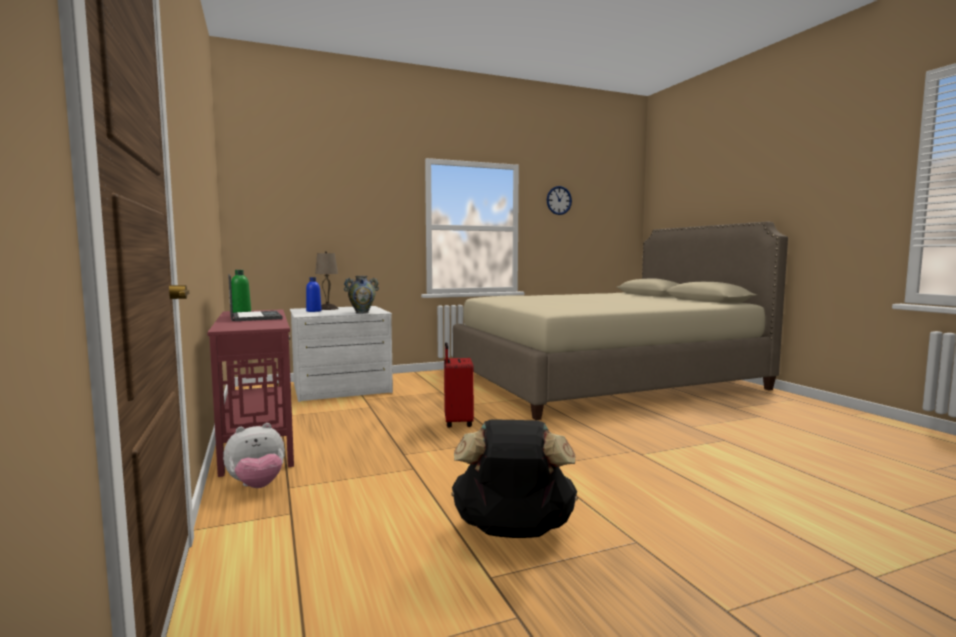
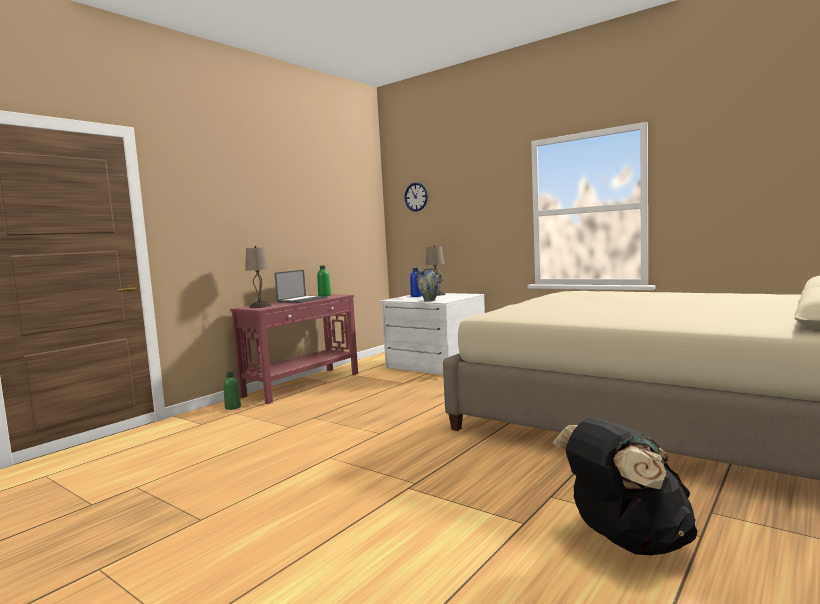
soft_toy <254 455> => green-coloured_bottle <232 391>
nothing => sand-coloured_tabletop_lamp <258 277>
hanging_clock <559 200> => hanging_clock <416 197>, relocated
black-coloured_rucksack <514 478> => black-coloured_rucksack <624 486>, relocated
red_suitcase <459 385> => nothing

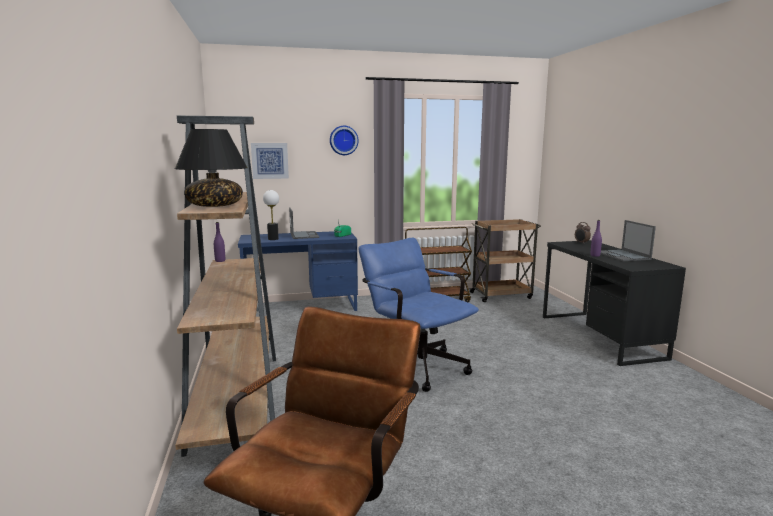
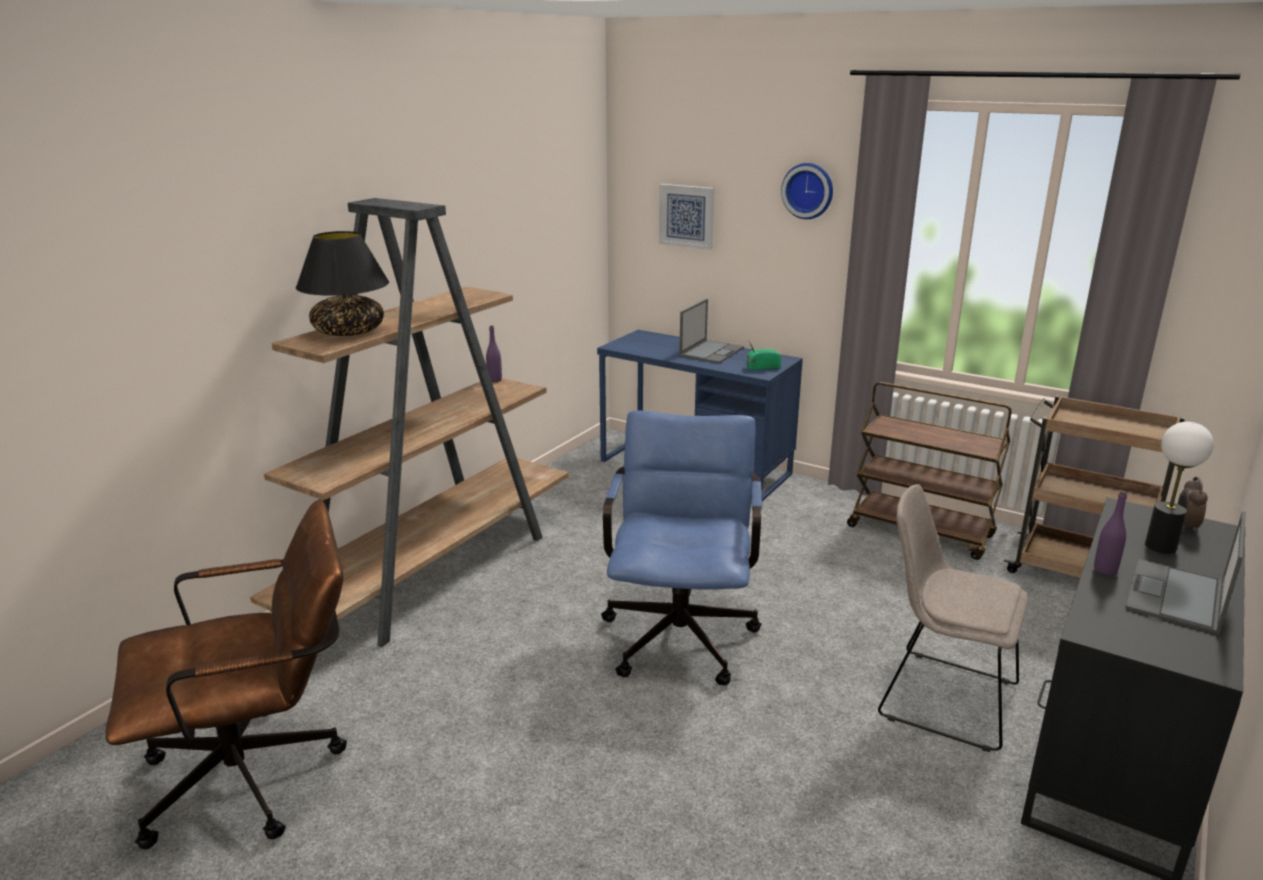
nothing => sand-coloured_chair <953 618>
tabletop_lamp <271 215> => tabletop_lamp <1179 488>, relocated

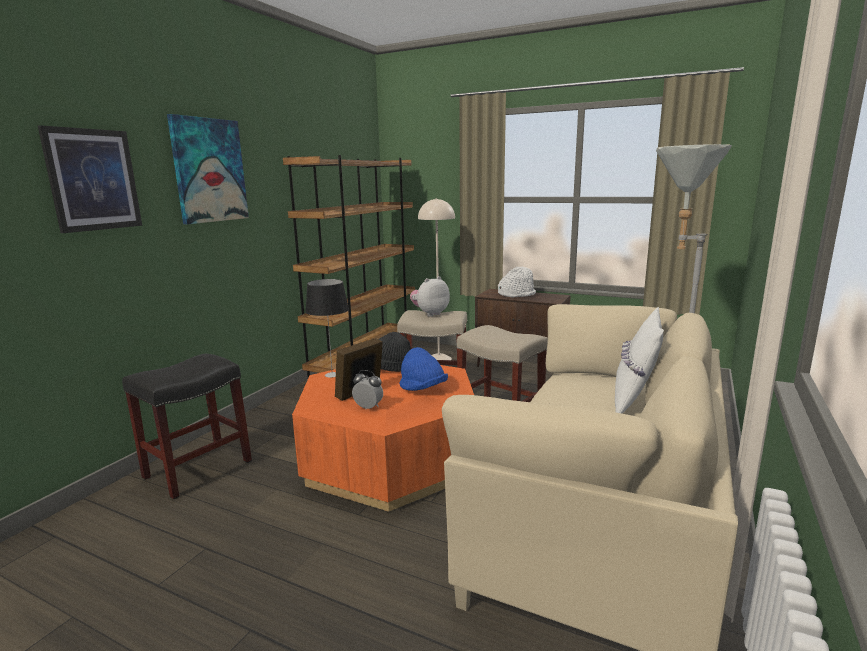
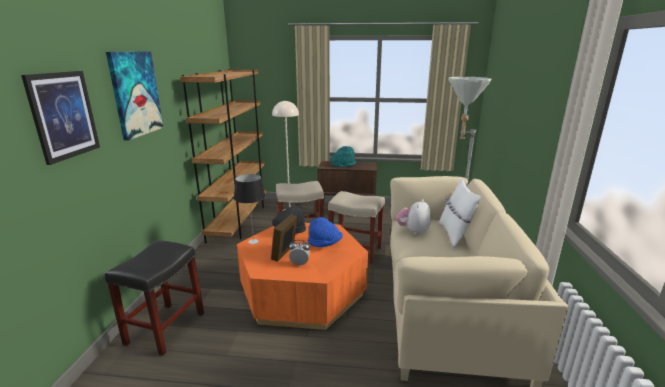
whitish_clothing_hat <517 282> => turquoise_clothing_hat <343 156>
soft_toy <430 296> => soft_toy <413 217>, relocated

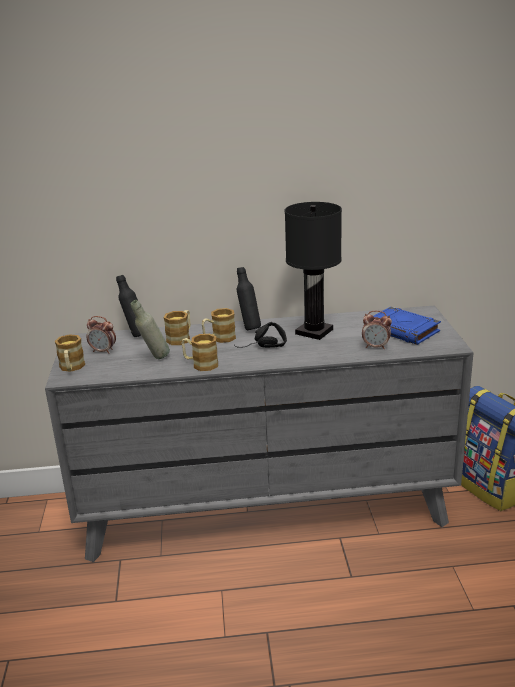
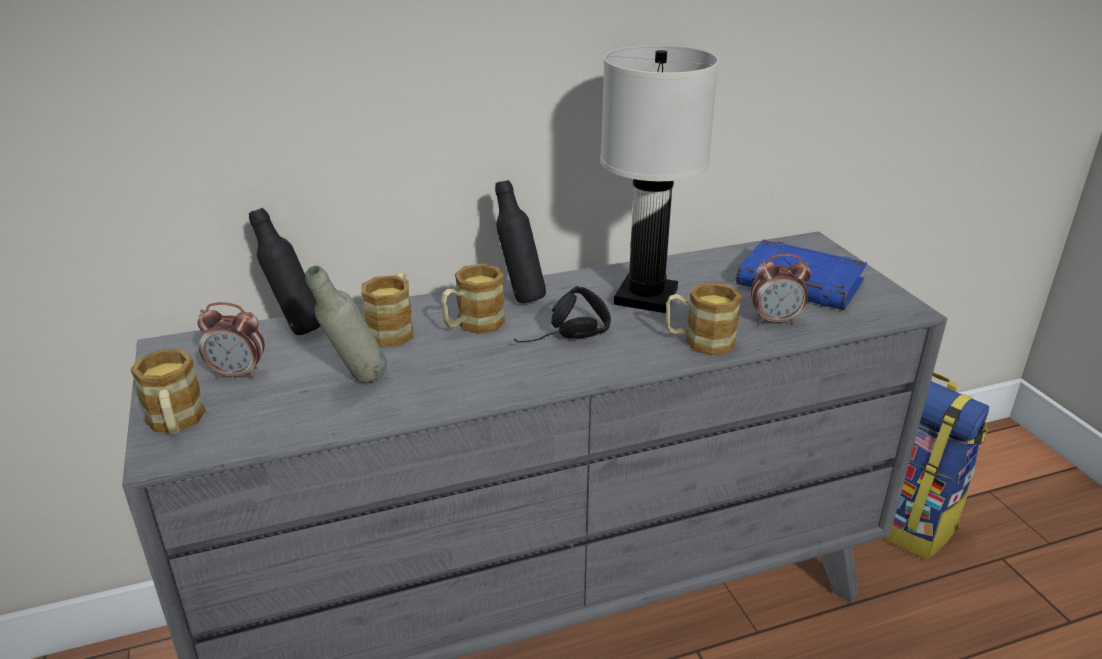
black-coloured_tabletop_lamp <313 271> => whitish_tabletop_lamp <659 179>
mug <199 352> => mug <704 319>, relocated

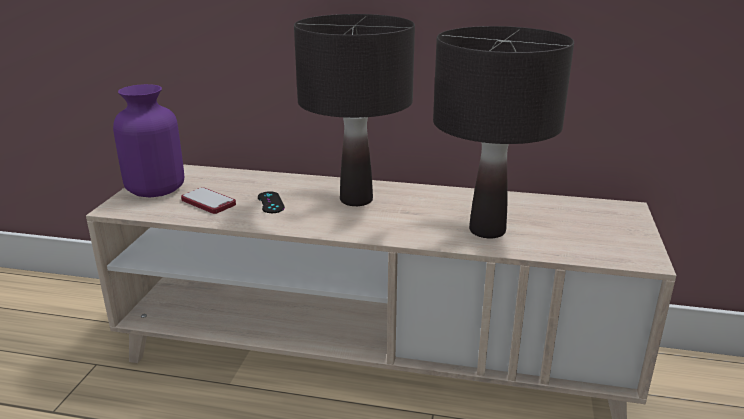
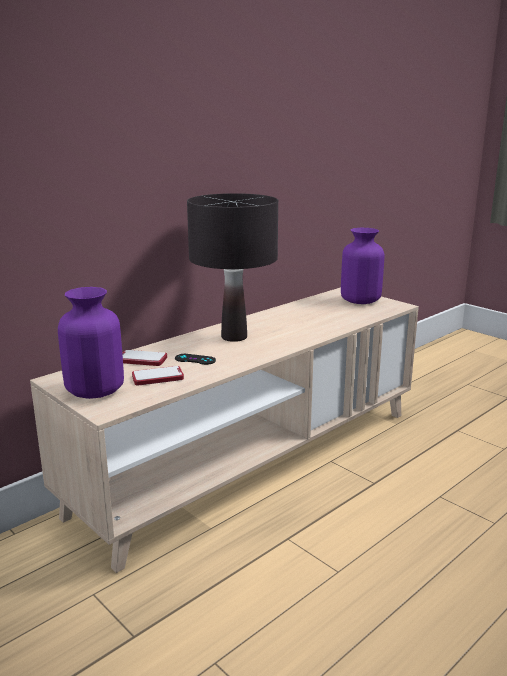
nothing => phone <144 358>
nothing => purplish_flower_vase <362 266>
black-coloured_tabletop_lamp <503 132> => nothing

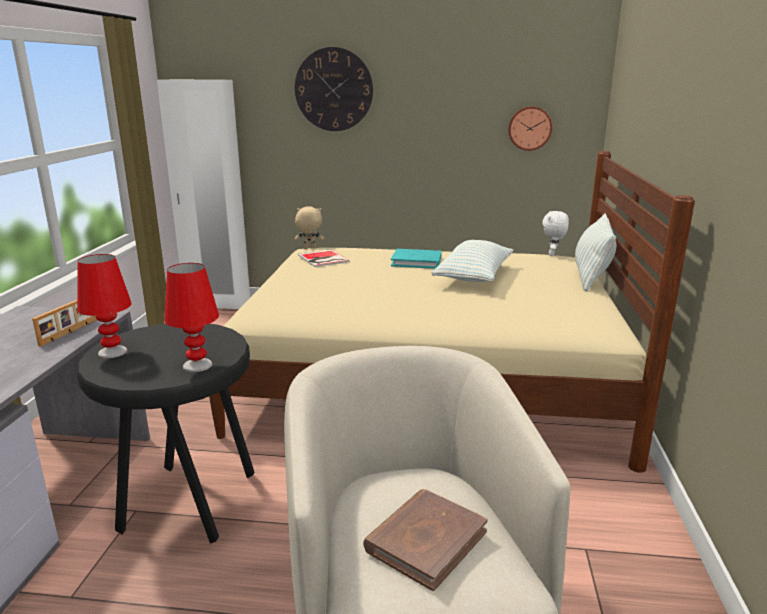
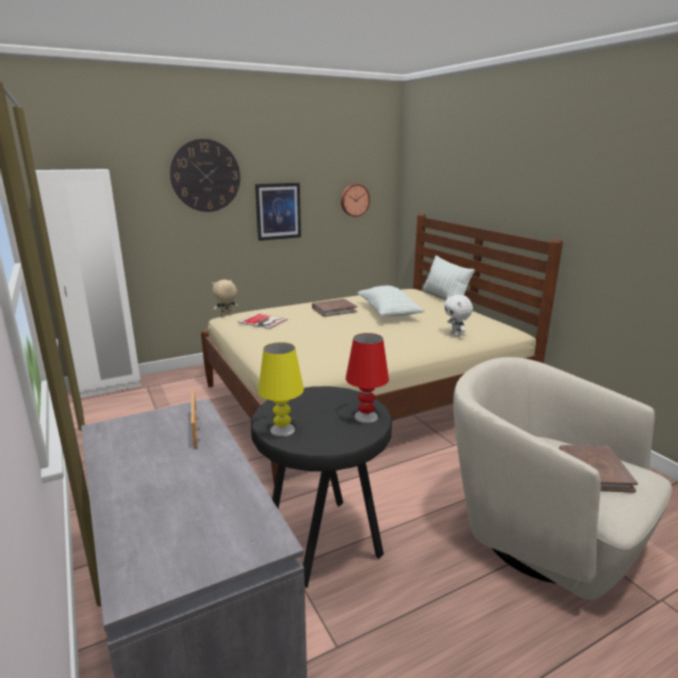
nothing => wall_picture <278 212>
red_tabletop_lamp <104 306> => yellowish_tabletop_lamp <281 389>
turquoise_book <416 259> => brownish_book <334 308>
whitish_soft_toy <555 233> => whitish_soft_toy <458 316>, relocated

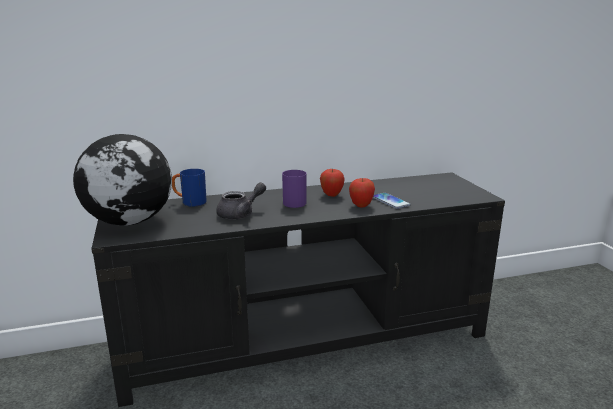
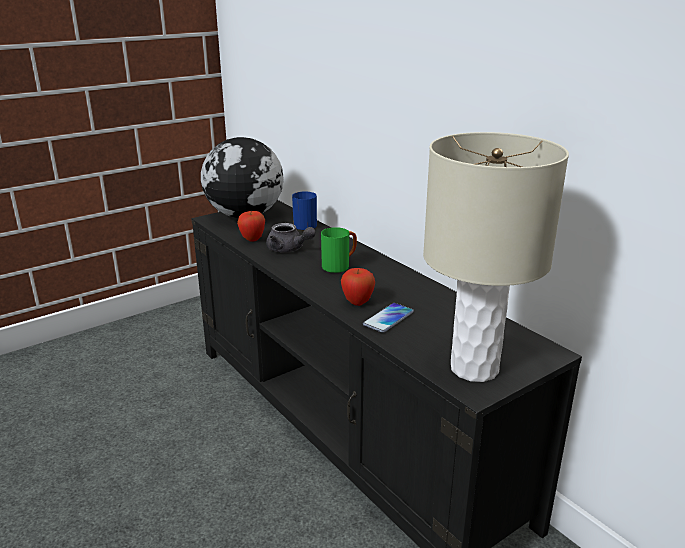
apple_fruit <332 182> => apple_fruit <251 226>, relocated
purplish_mug <294 189> => green-coloured_mug <339 250>
nothing => sand-coloured_tabletop_lamp <496 257>

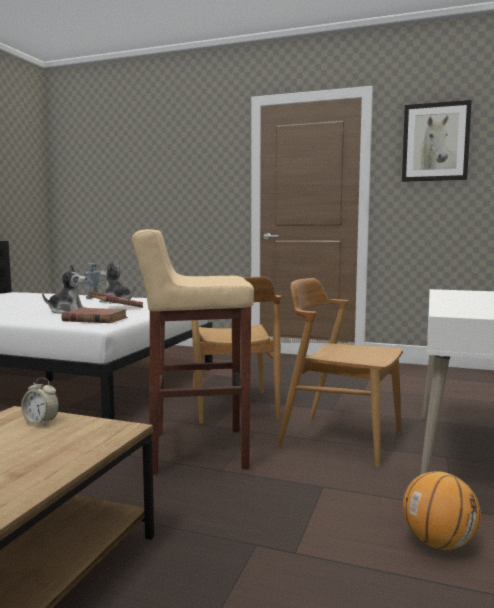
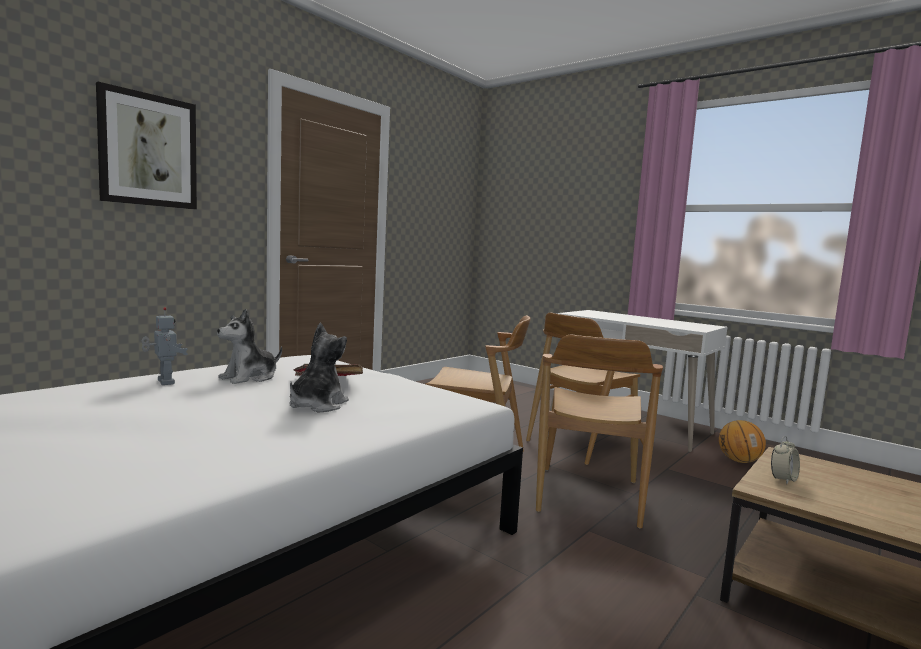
wall_picture <437 141> => wall_picture <146 145>, relocated
sand-coloured_sitting_stool <193 351> => brownish_chair <599 432>
brownish_book <94 315> => nothing

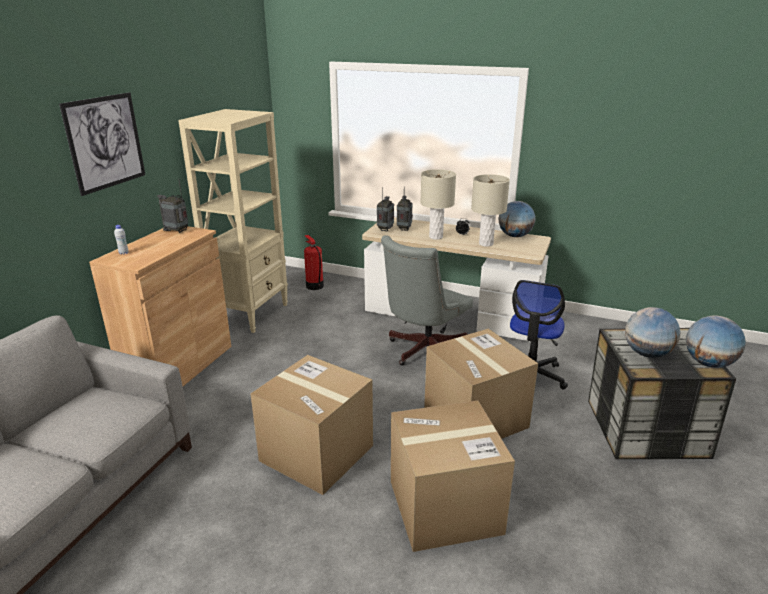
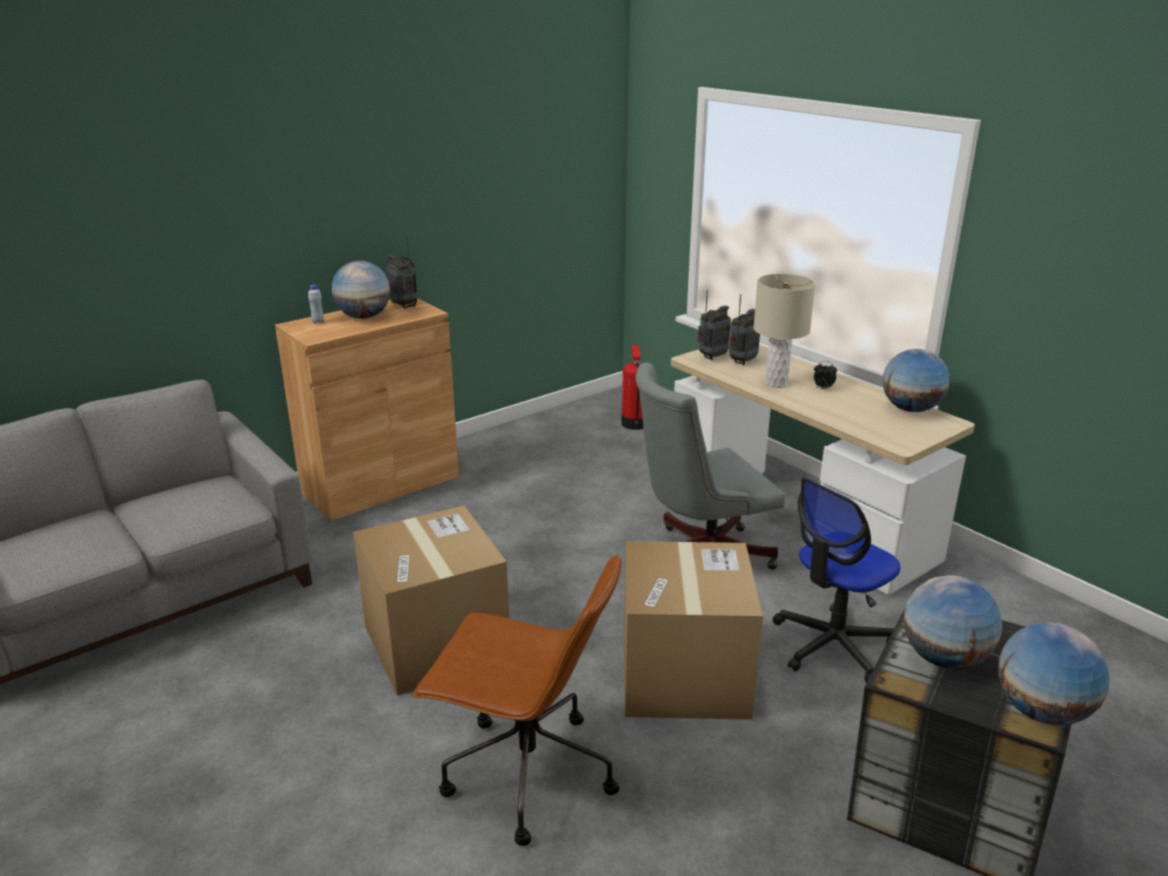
nothing => desk_globe <361 290>
cardboard_box <453 476> => brownish_desk_chair <516 700>
wall_picture <102 144> => nothing
sand-coloured_bookcase <233 221> => nothing
sand-coloured_tabletop_lamp <490 210> => nothing

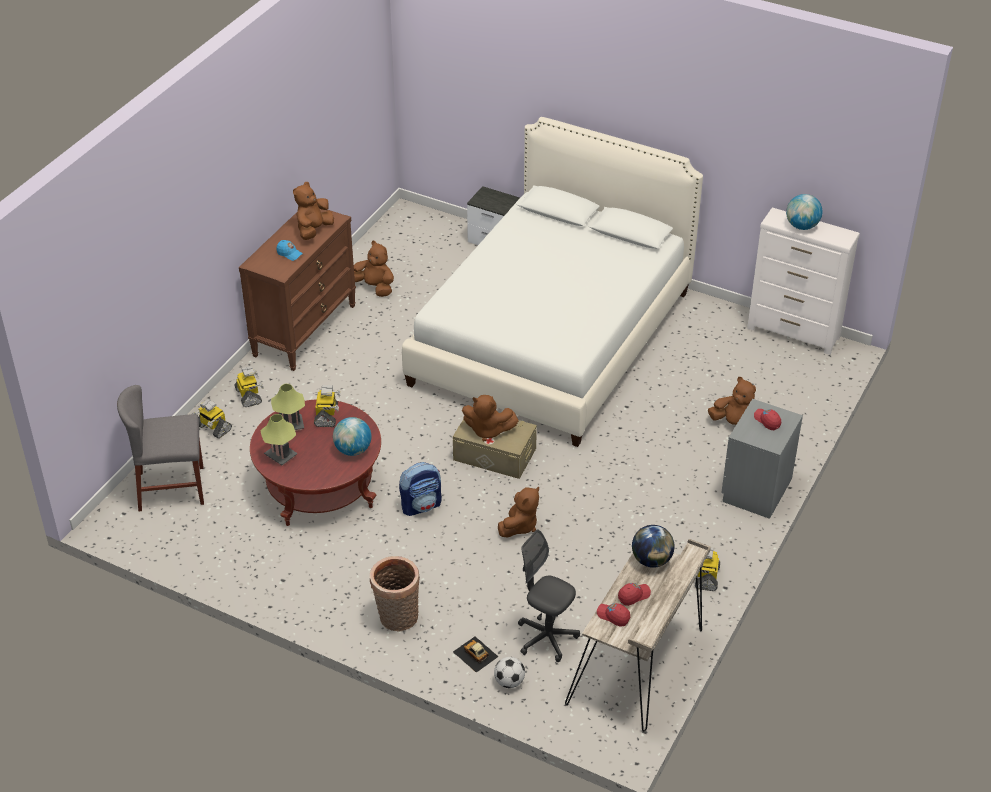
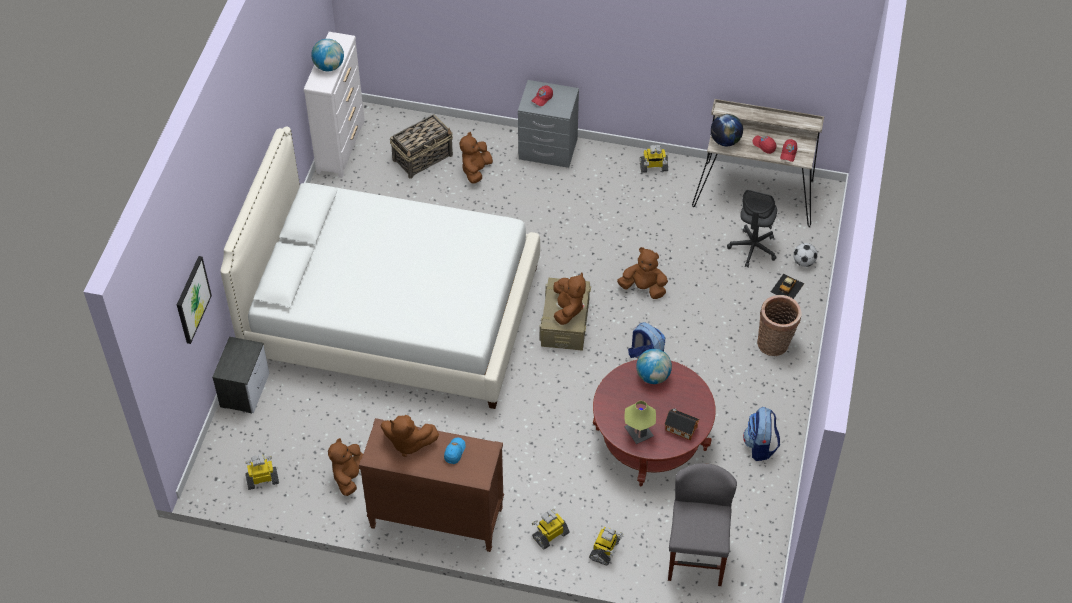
nothing => wall_picture <194 300>
robot_figure <327 406> => robot_figure <262 472>, relocated
nothing => household_basket <421 146>
tabletop_lamp <279 440> => miniature_house <681 424>
grey_chair <160 448> => grey_chair <702 524>, 150 degrees counterclockwise
nothing => rucksack <761 434>

